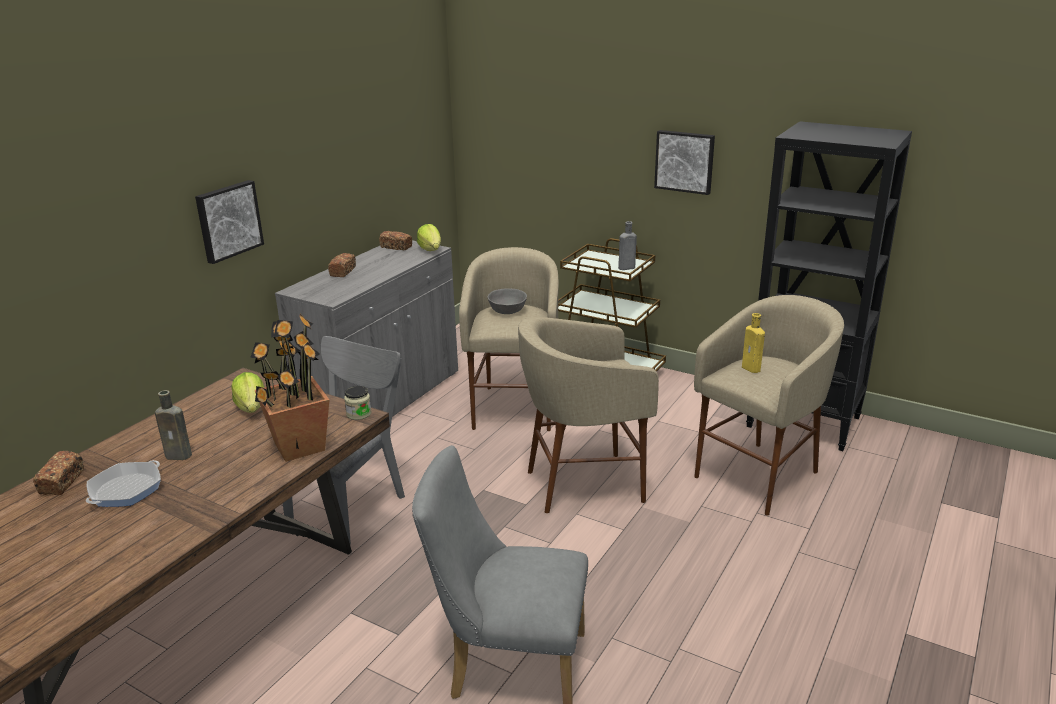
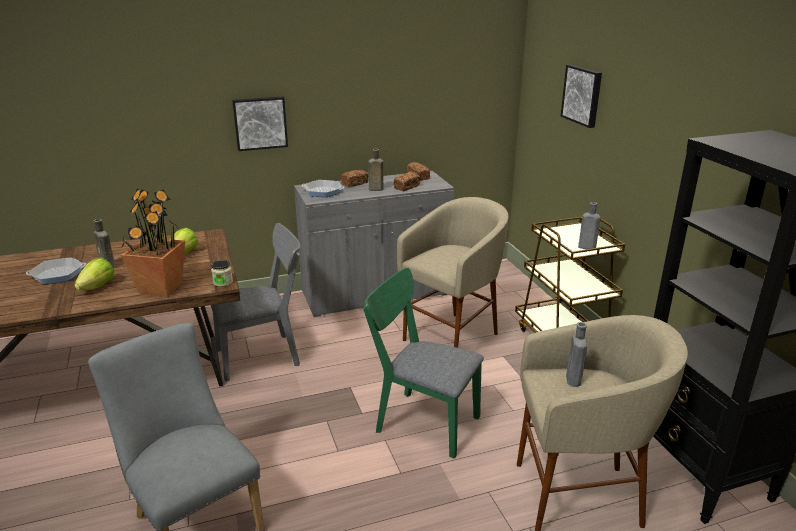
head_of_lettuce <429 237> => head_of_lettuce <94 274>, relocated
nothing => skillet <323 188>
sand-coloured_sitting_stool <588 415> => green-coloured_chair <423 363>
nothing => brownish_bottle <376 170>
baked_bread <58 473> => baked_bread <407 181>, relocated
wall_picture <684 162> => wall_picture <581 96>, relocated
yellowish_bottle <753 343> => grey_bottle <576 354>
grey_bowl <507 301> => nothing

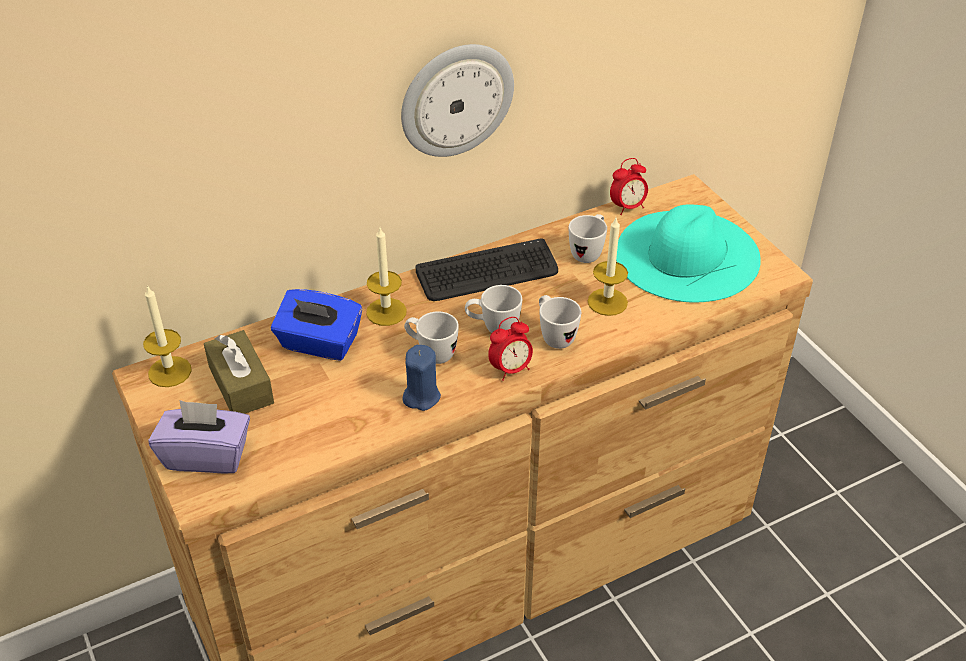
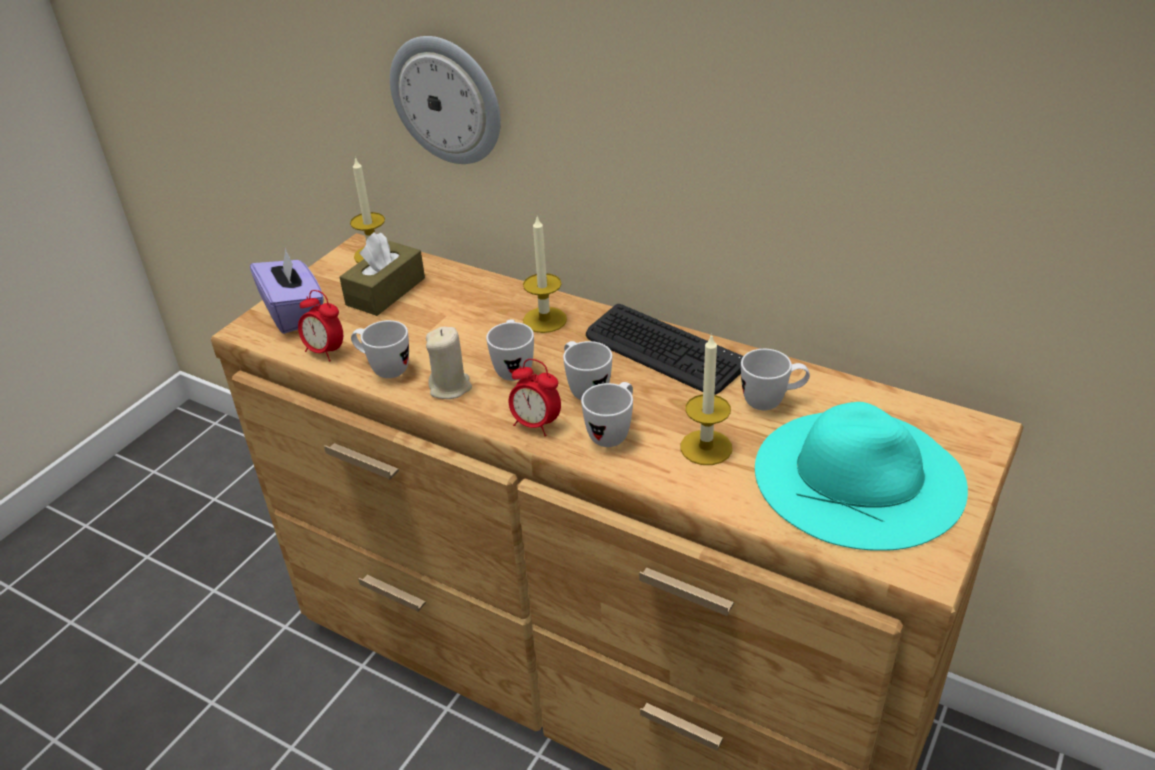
alarm_clock <629 186> => alarm_clock <320 326>, relocated
nothing => whitish_mug <380 349>
hanging_clock <457 100> => hanging_clock <445 100>, relocated
blue_wax_light <422 378> => sand-coloured_wax_light <449 363>
blue_tissue_box <316 325> => nothing

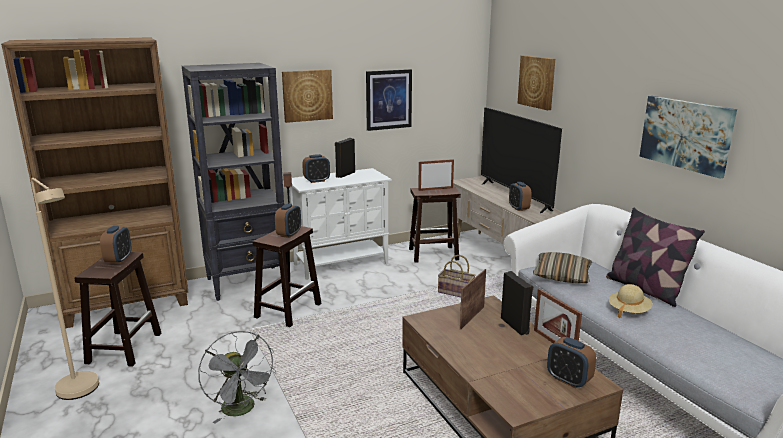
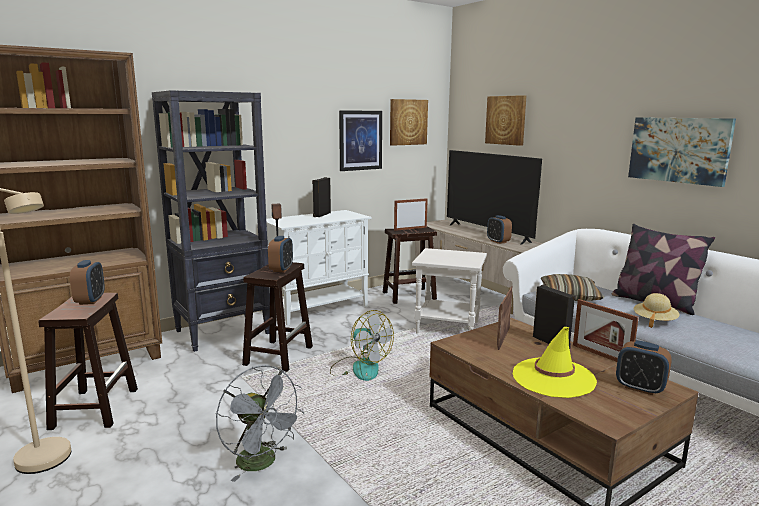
nothing => electric_fan <362 345>
wall_picture <307 96> => wall_picture <409 122>, relocated
household_basket <457 276> => whitish_accent_table <449 291>
nothing => yellowish_clothing_hat <555 362>
alarm_clock <316 168> => nothing

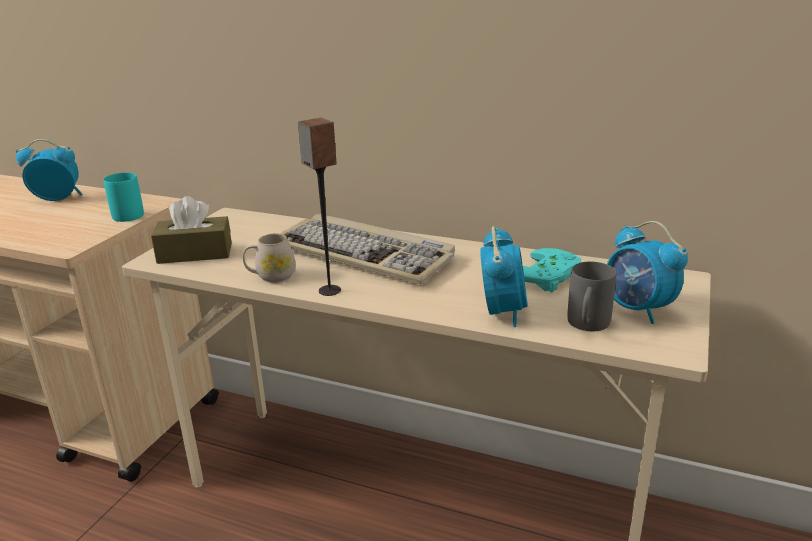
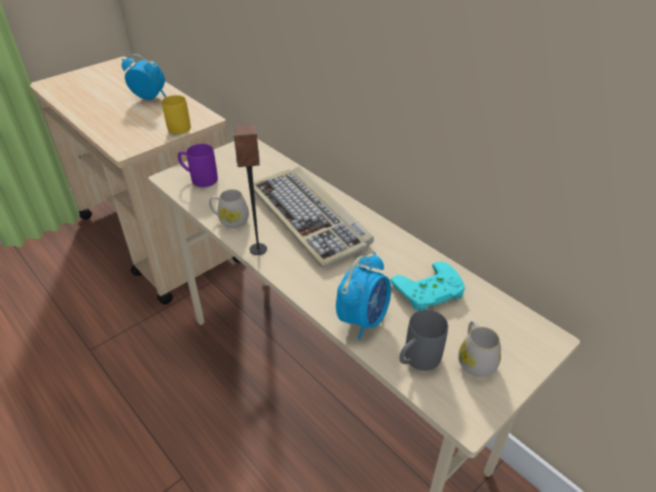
turquoise_mug <124 197> => yellowish_mug <176 114>
brownish_tissue_box <191 230> => purplish_mug <198 165>
alarm_clock <647 272> => whitish_mug <479 349>

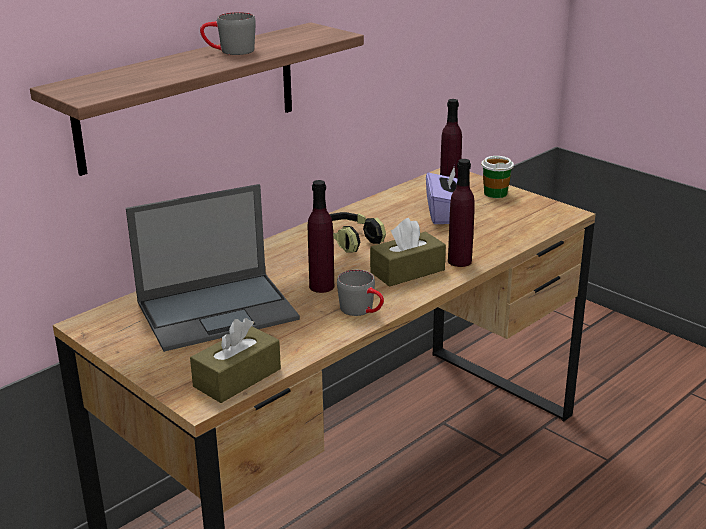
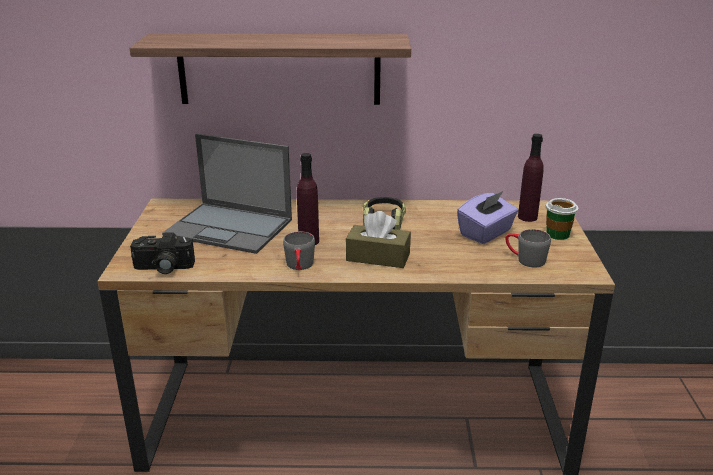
brownish_tissue_box <235 360> => still_camera <162 253>
grey_mug <228 33> => grey_mug <528 248>, relocated
purplish_bottle <461 213> => nothing

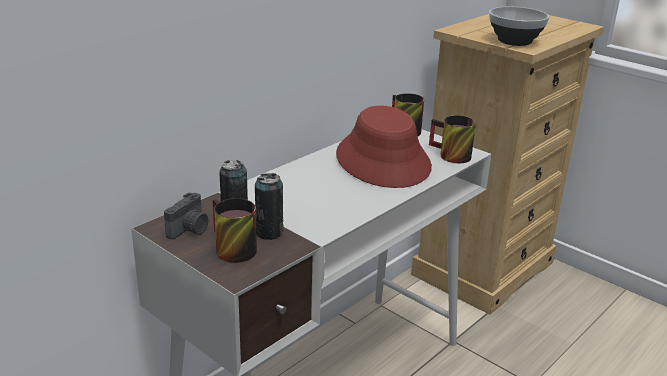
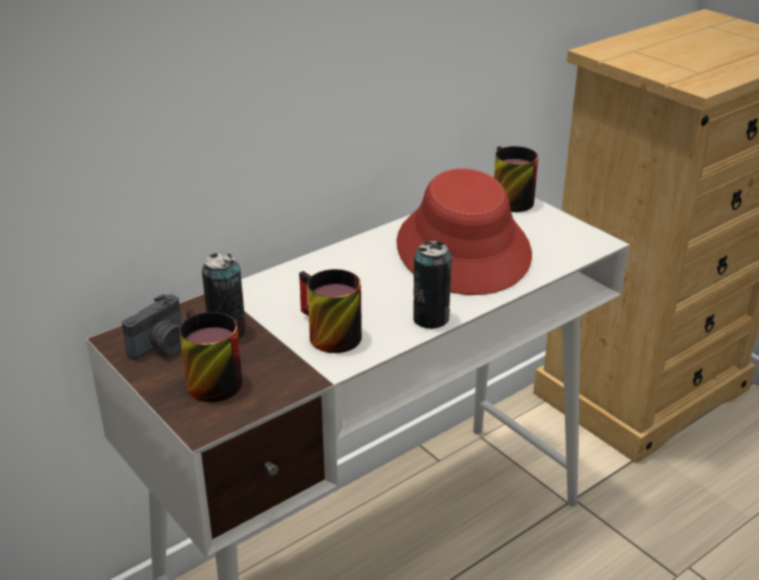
mug <452 139> => mug <330 311>, relocated
metal_can <269 206> => metal_can <432 285>, relocated
bowl <519 26> => nothing

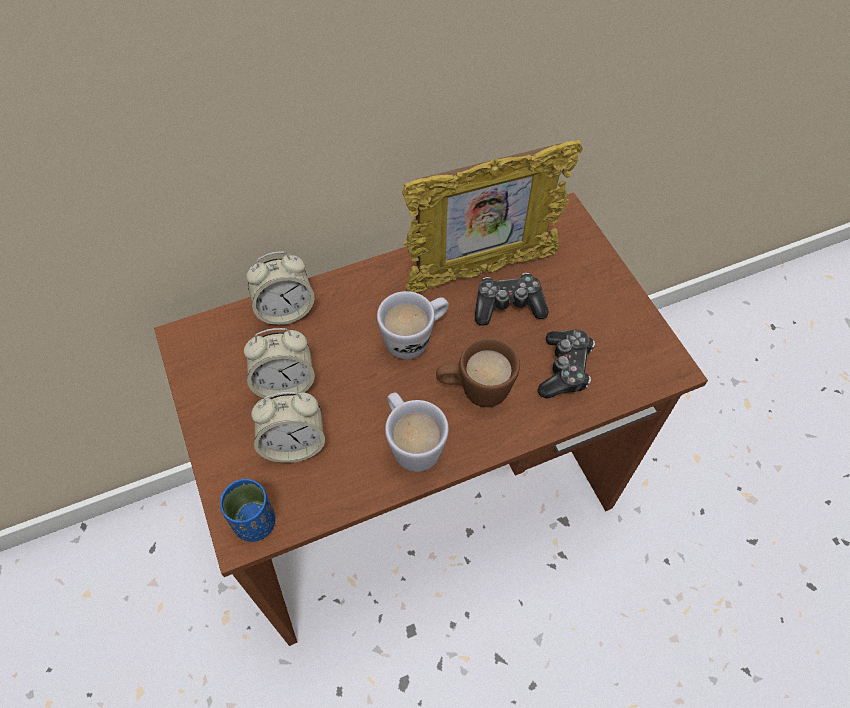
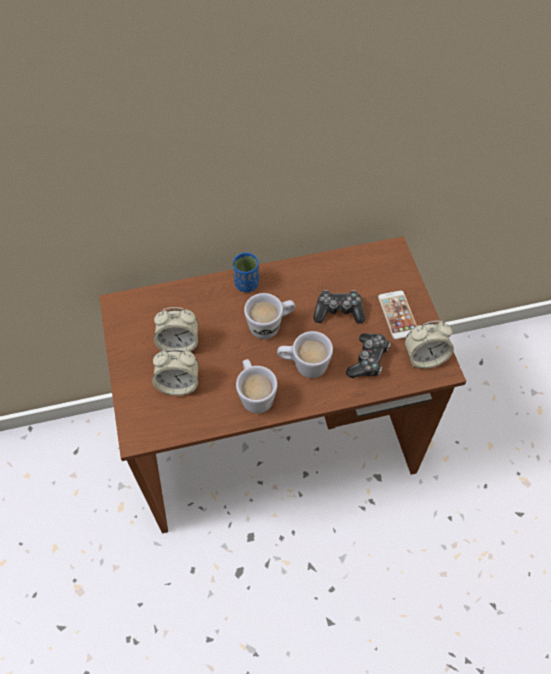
blue_cup <247 510> => blue_cup <246 272>, relocated
brownish_mug <478 372> => whitish_mug <305 354>
nothing => phone <397 315>
alarm_clock <280 288> => alarm_clock <429 345>, relocated
photo_frame <492 216> => nothing

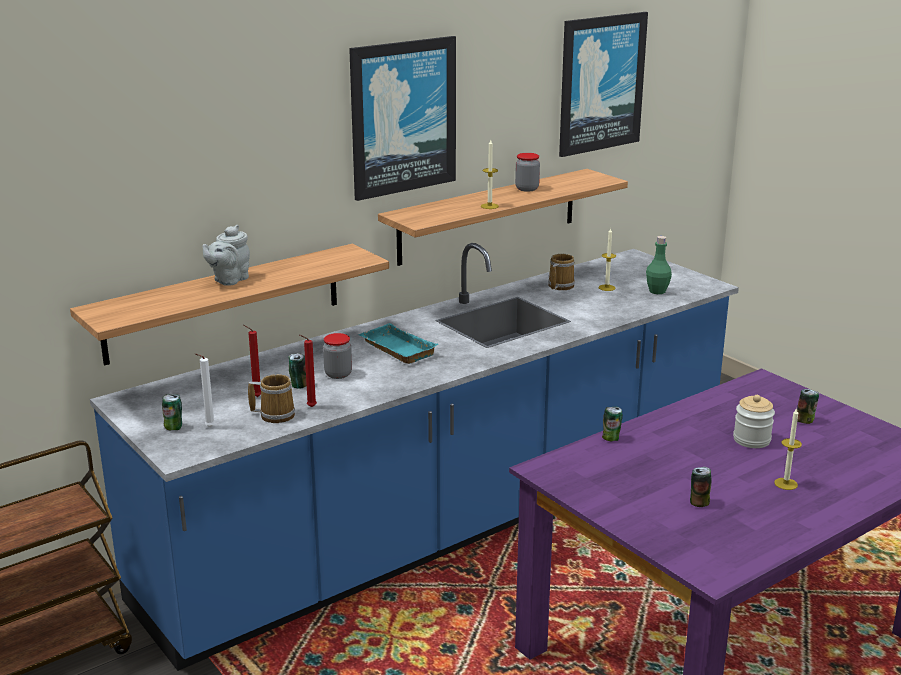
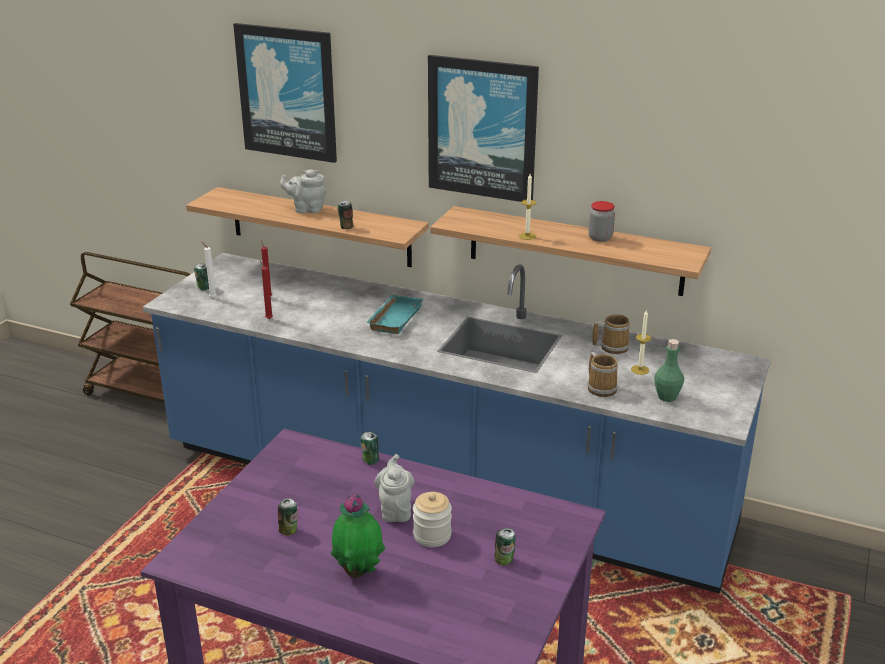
wall_picture <603 84> => wall_picture <285 93>, relocated
wax_light <788 449> => potted_plant <358 536>
metal_can <298 371> => metal_can <345 215>, relocated
nothing => grey_tea_pot <394 488>
mug <271 398> => mug <603 374>, relocated
jar <337 356> => nothing

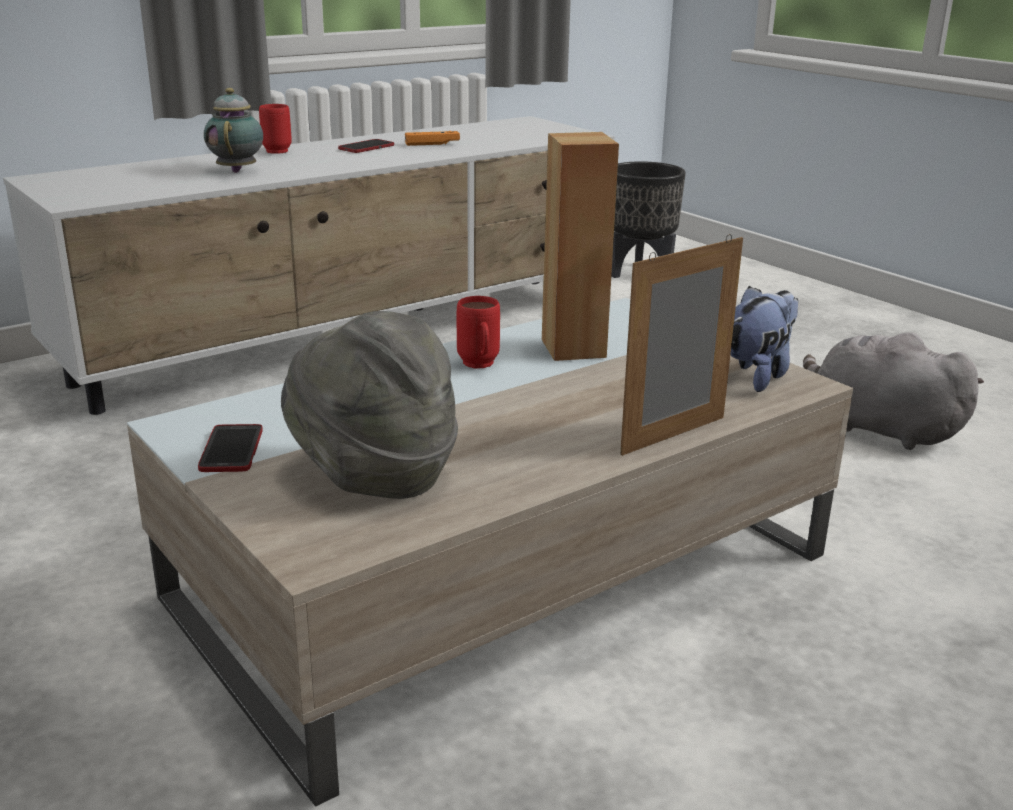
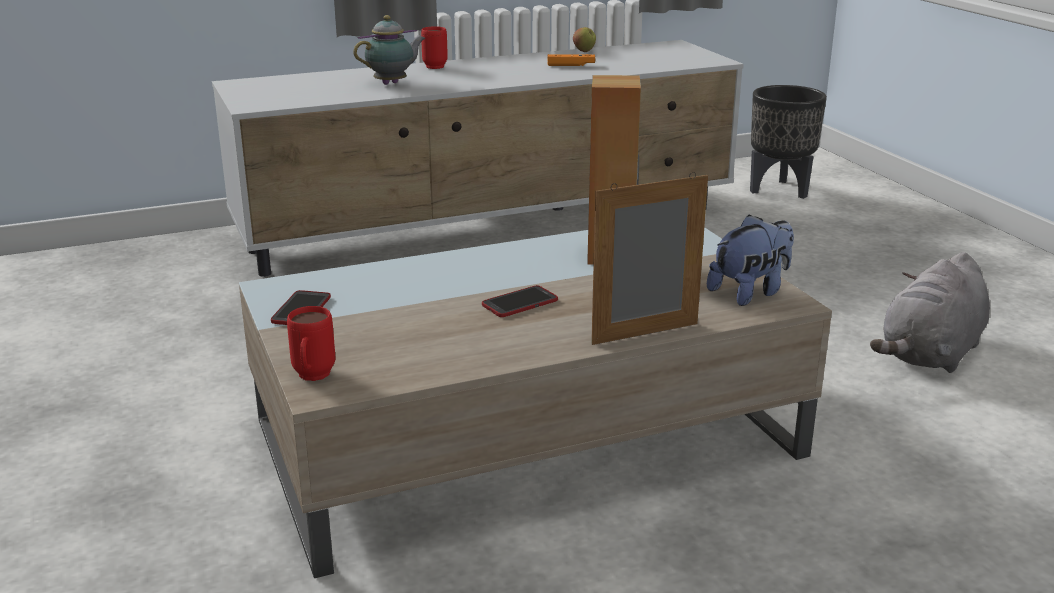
red_mug <478 332> => red_mug <311 343>, relocated
tea_pot <233 130> => tea_pot <389 50>, 45 degrees clockwise
phone <366 146> => phone <520 301>, relocated
nothing => apple_fruit <584 39>
grey_soft_toy <893 391> => grey_soft_toy <930 312>, 105 degrees counterclockwise
grey_clothing_hat <369 405> => nothing

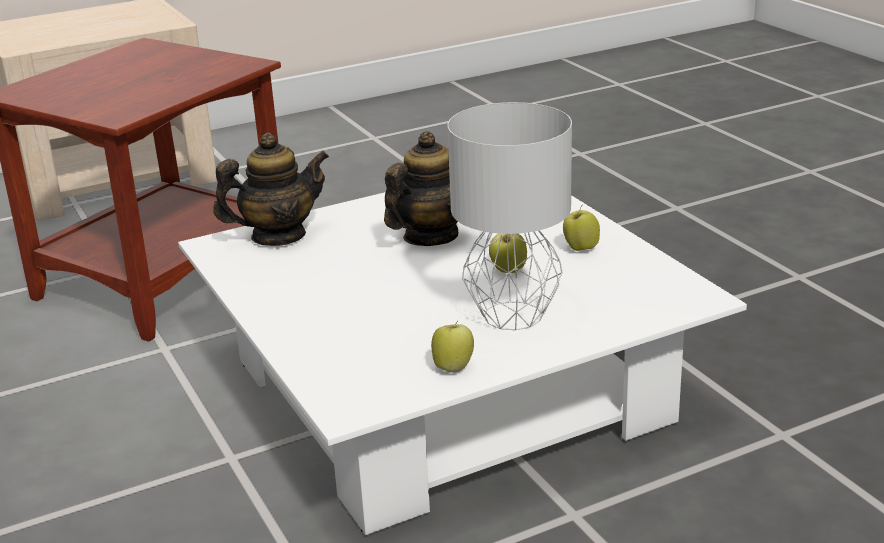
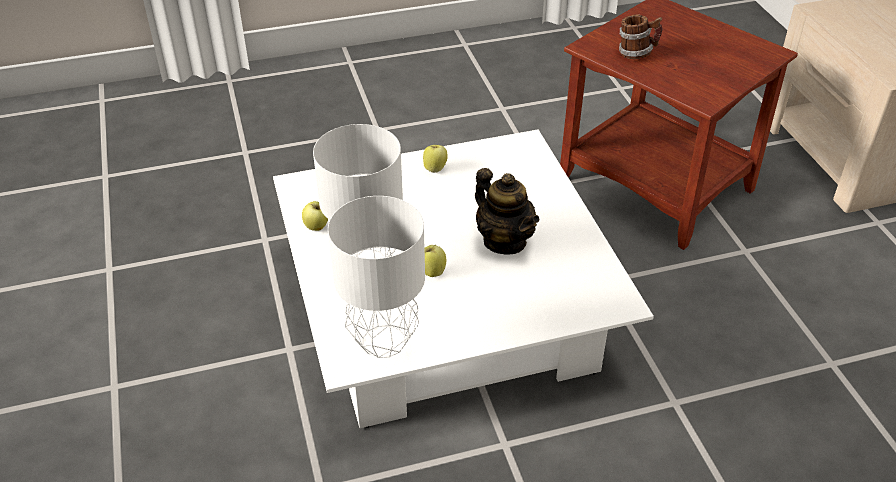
nothing => grey_tabletop_lamp <376 277>
apple_fruit <581 228> => apple_fruit <435 159>, relocated
nothing => mug <641 37>
tea_pot <271 189> => nothing

